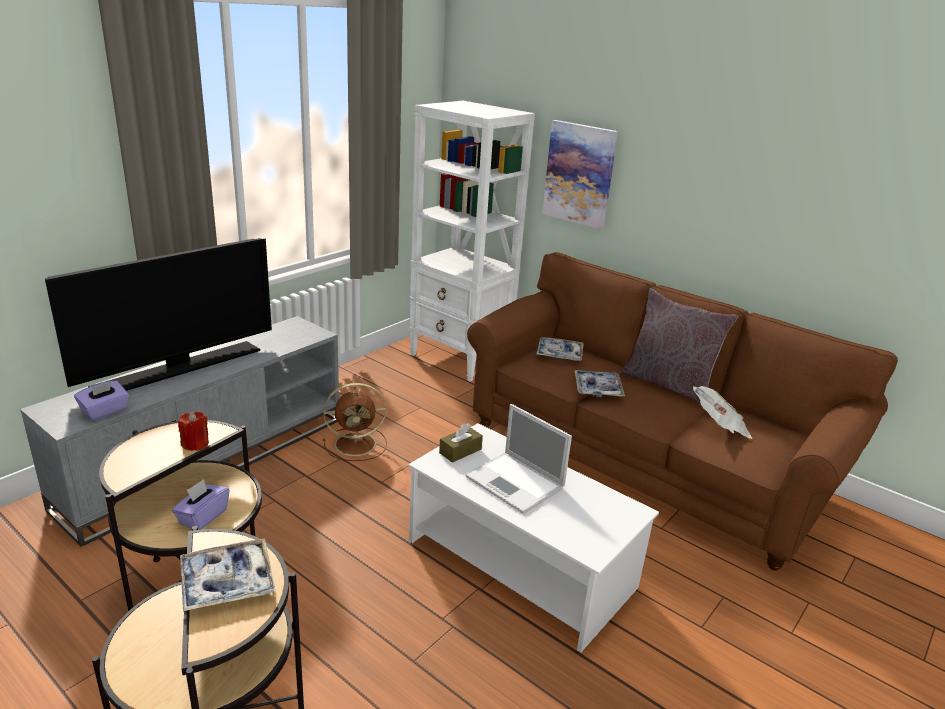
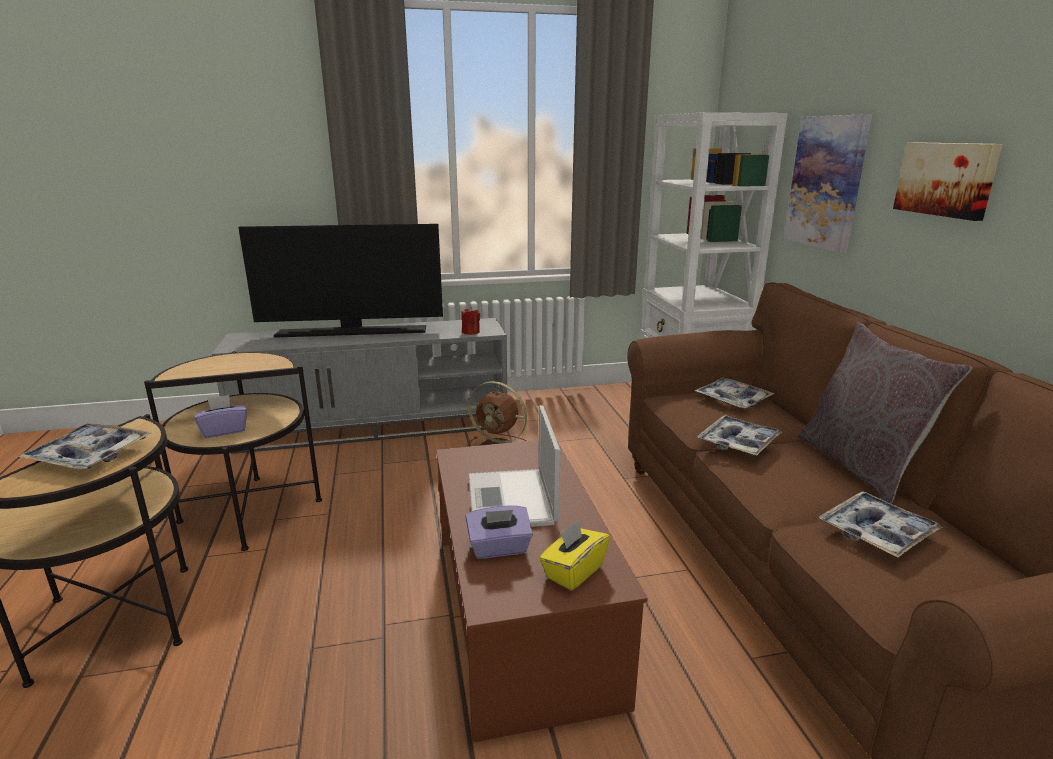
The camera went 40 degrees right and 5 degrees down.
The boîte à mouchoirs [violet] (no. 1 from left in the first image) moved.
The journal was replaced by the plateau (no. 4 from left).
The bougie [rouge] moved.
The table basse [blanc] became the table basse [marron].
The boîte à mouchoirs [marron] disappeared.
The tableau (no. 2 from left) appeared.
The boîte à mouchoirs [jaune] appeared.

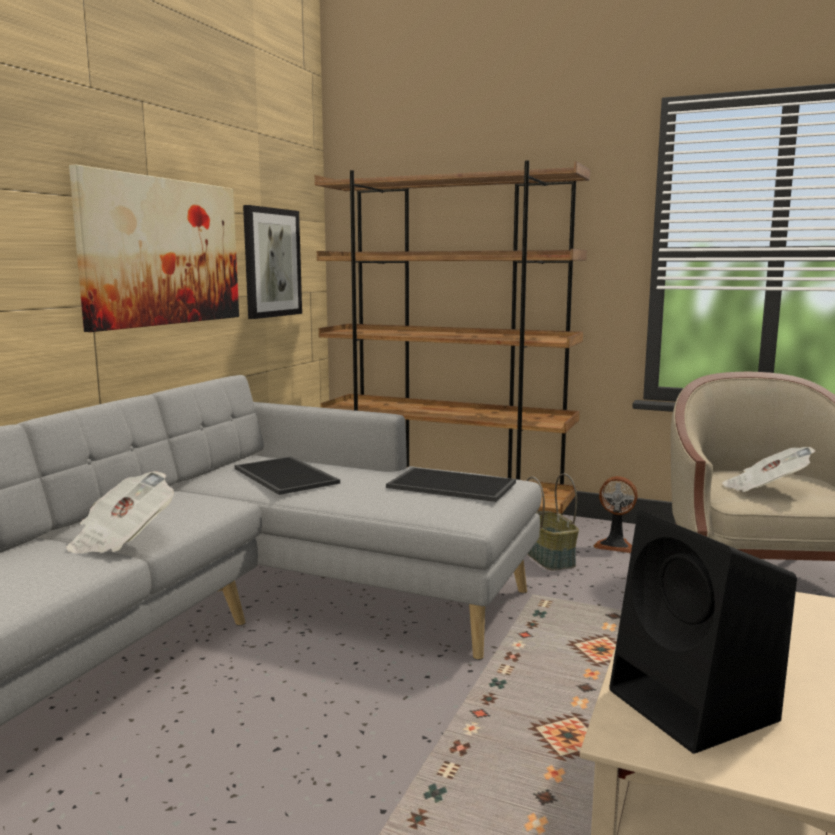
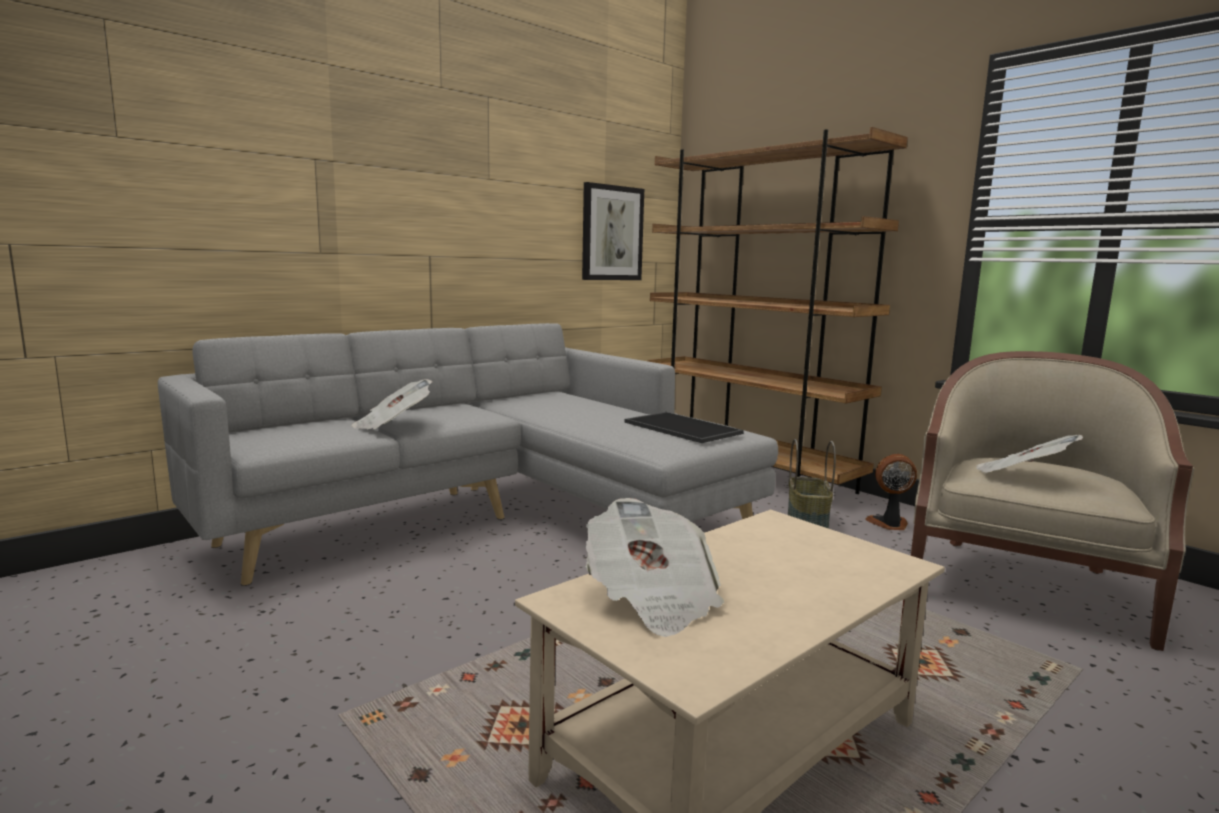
The camera went 25 degrees right and 0 degrees up.
The tableau (no. 1 from left) disappeared.
The plateau (no. 1 from left) disappeared.
The ventilateur turned 135 degrees clockwise.
The enceinte [noir] was replaced by the journal (no. 2 from left).

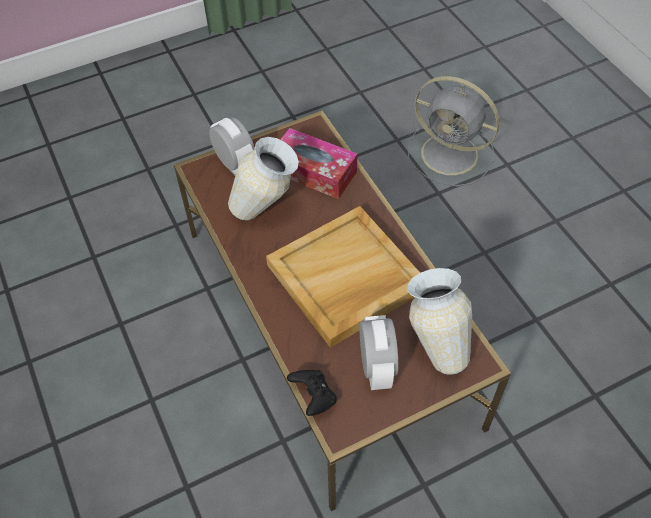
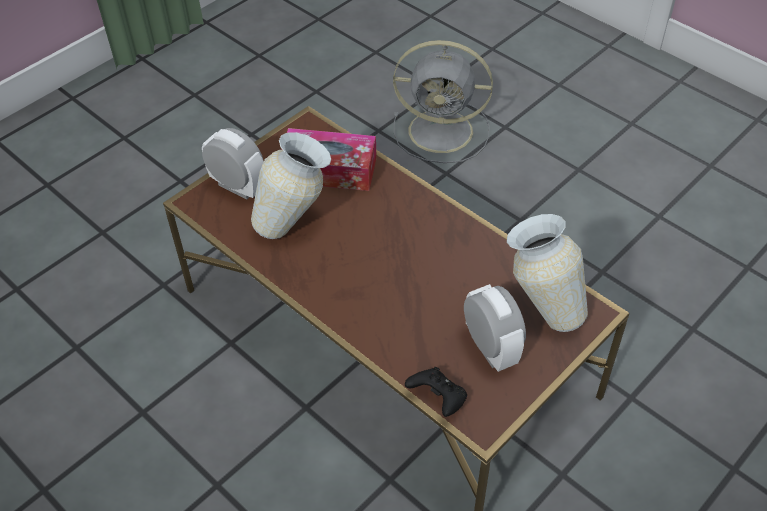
The camera went 20 degrees left and 5 degrees down.
The plateau [beige] disappeared.

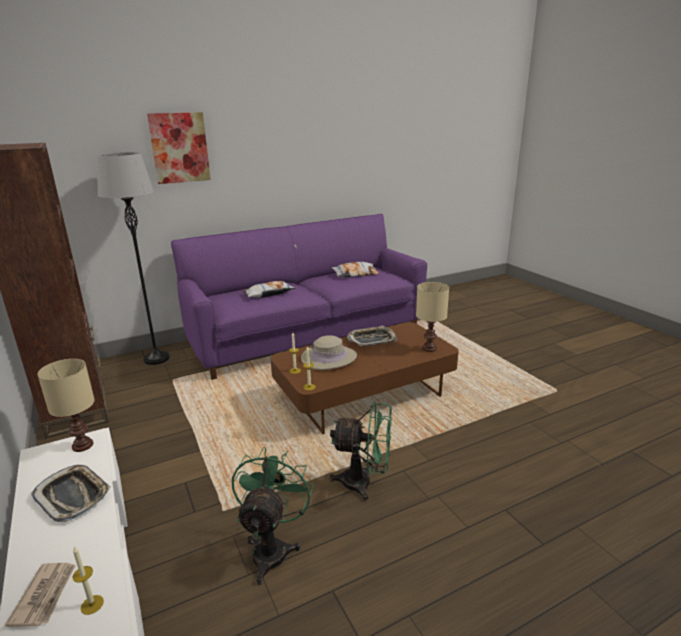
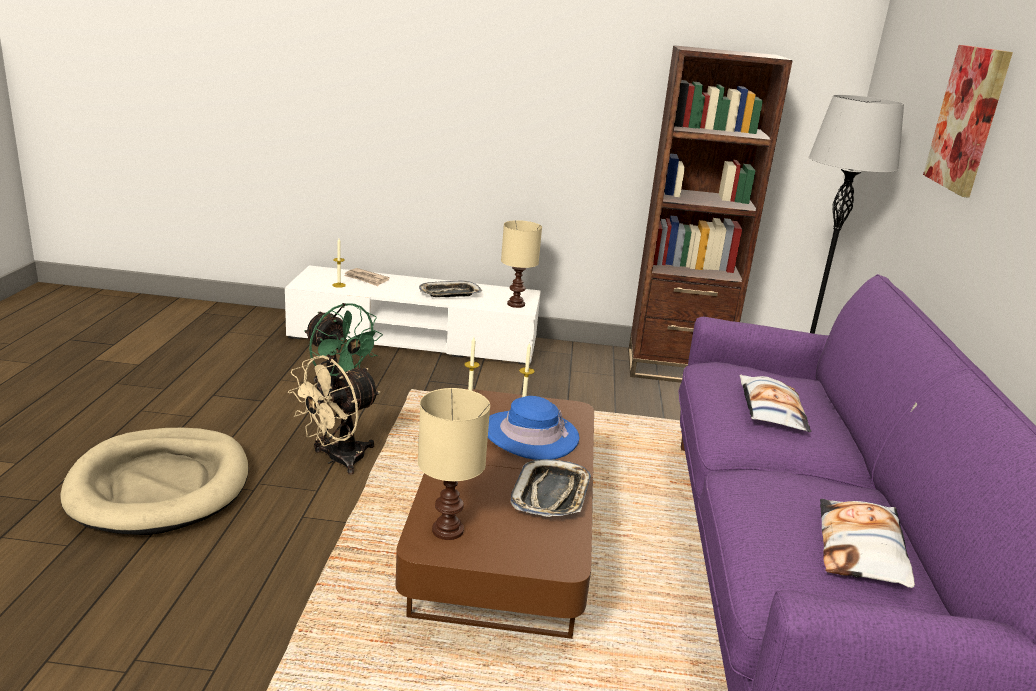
The camera went 120 degrees right and 0 degrees up.
The chapeau [beige] became the chapeau [bleu].
The ventilateur [vert] (no. 2 from left) became the ventilateur [beige].
The panier pour chien [beige] appeared.

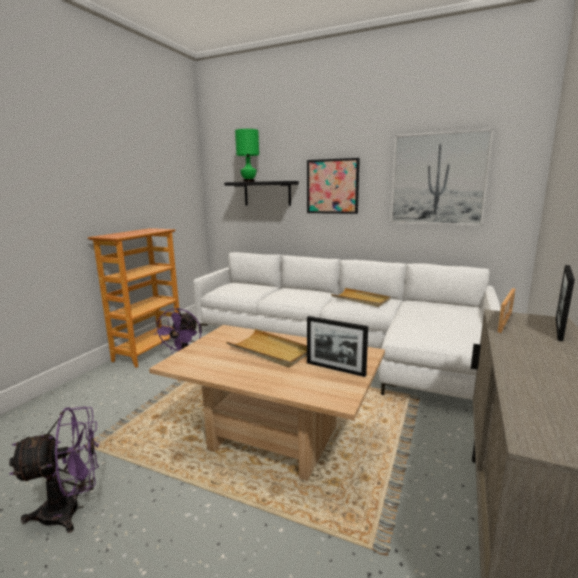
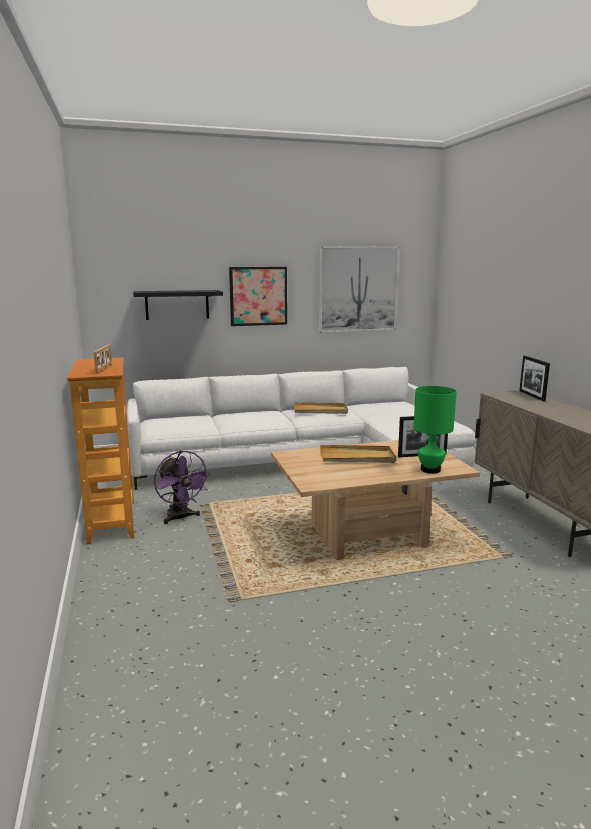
The camera went 40 degrees left and 0 degrees up.
The lampe de table [vert] moved.
The cadre photo (no. 2 from left in the first image) moved.
The ventilateur [violet] (no. 1 from left) disappeared.

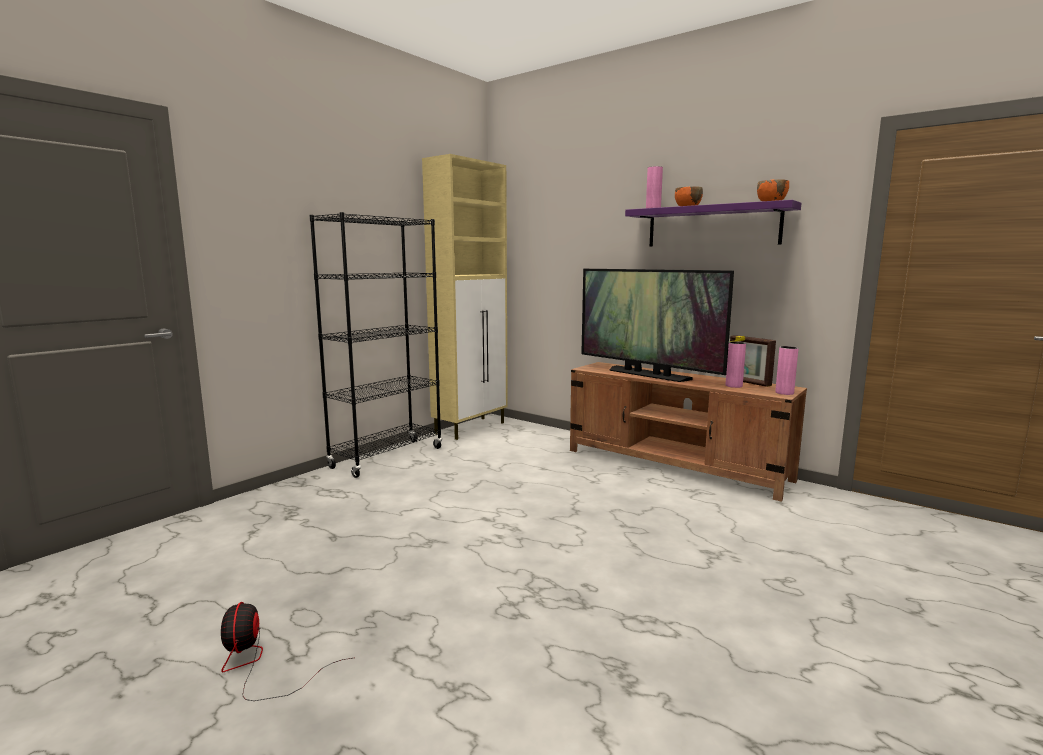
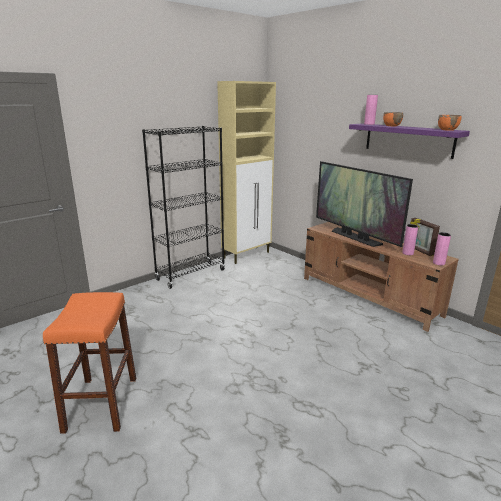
The camera went 10 degrees right and 10 degrees up.
The ventilateur was replaced by the tabouret [orange].

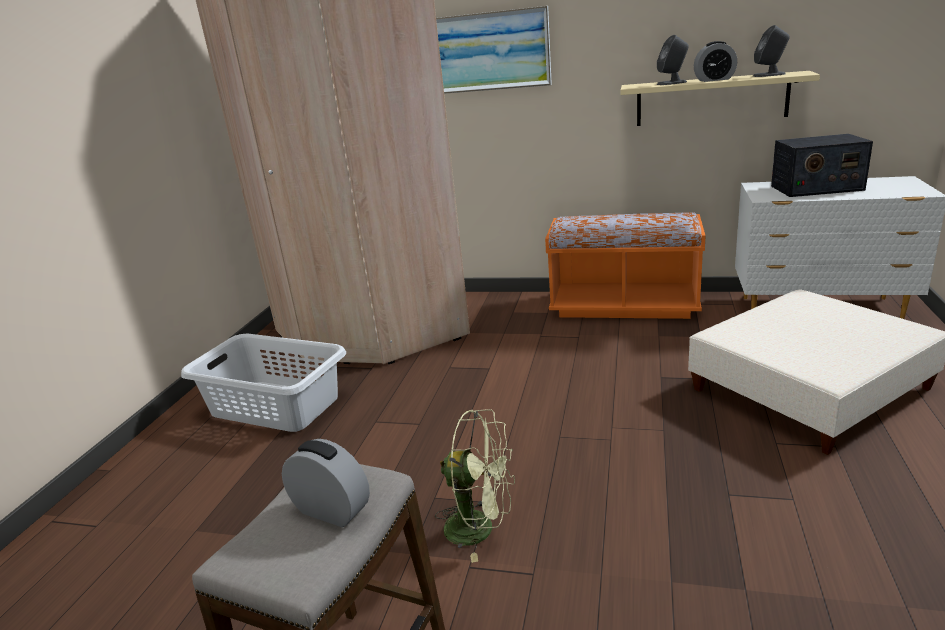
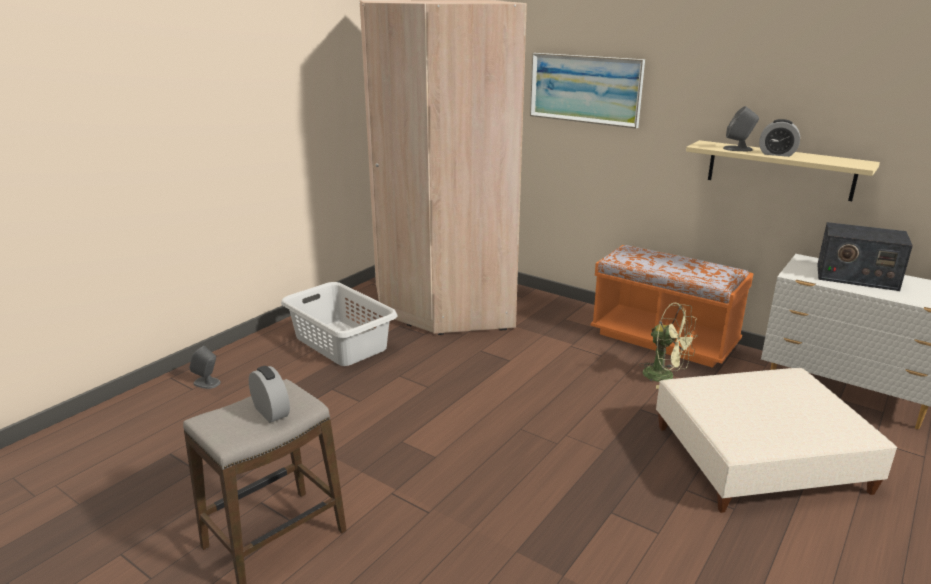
The camera went 20 degrees right and 0 degrees up.
The enceinte [gris] (no. 2 from left in the first image) moved.
The ventilateur [vert] moved.

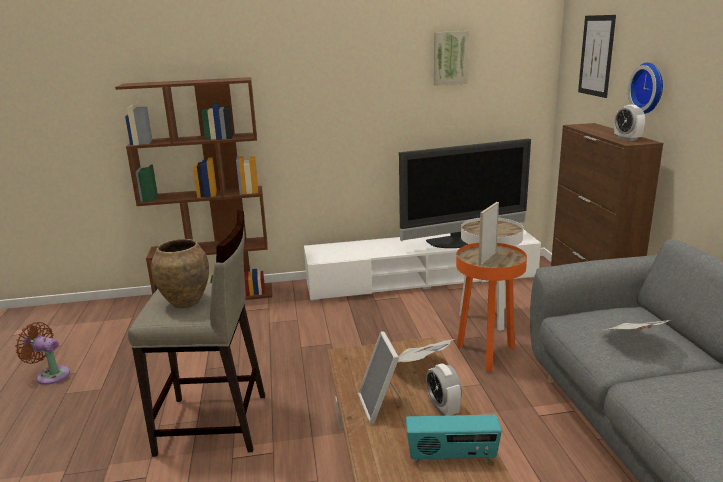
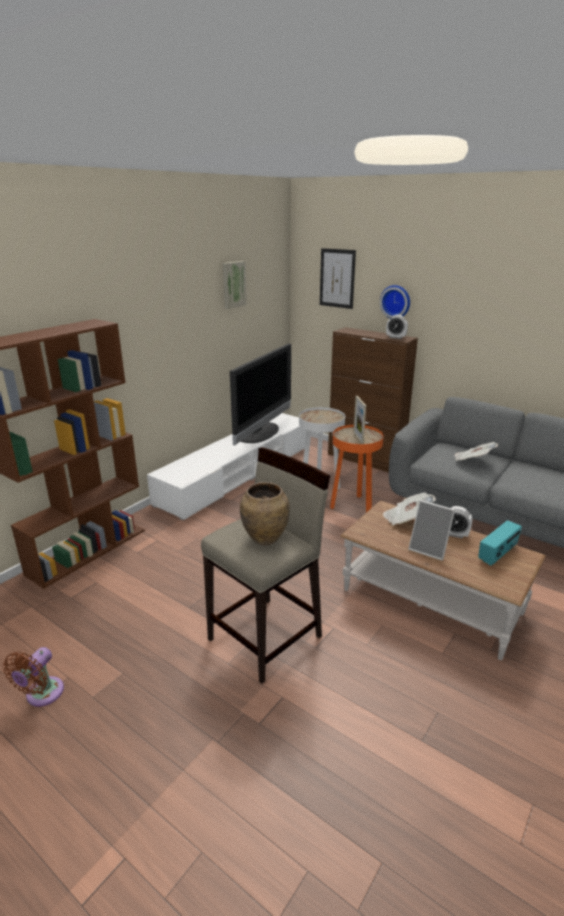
The camera went 45 degrees left and 5 degrees up.
The ventilateur [marron] turned 45 degrees counterclockwise.

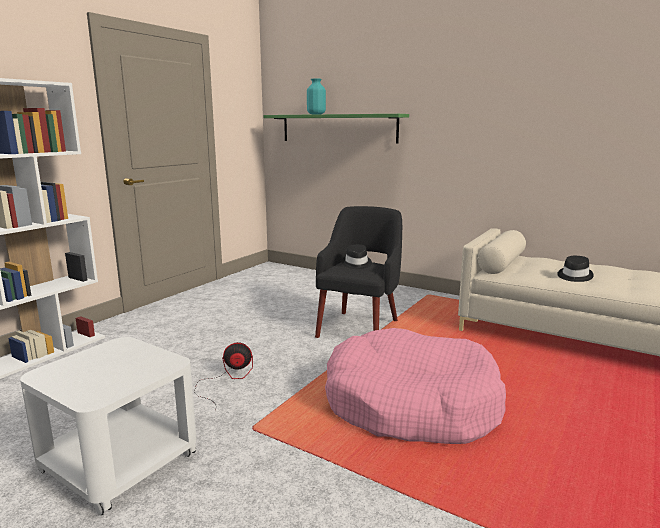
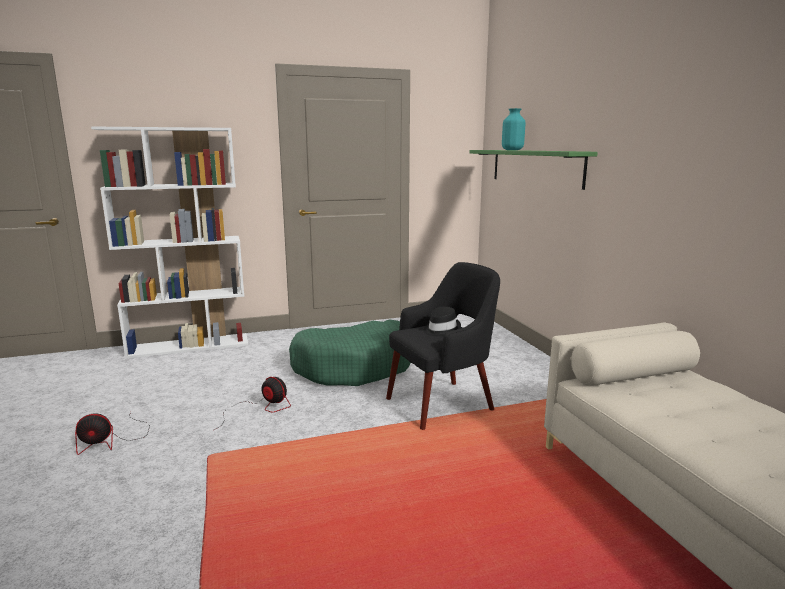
The camera went 40 degrees right and 0 degrees up.
The chapeau [noir] (no. 2 from left) disappeared.
The panier pour chien [rose] disappeared.
The table d'appoint [blanc] was replaced by the ventilateur (no. 1 from left).
The panier pour chien [vert] appeared.

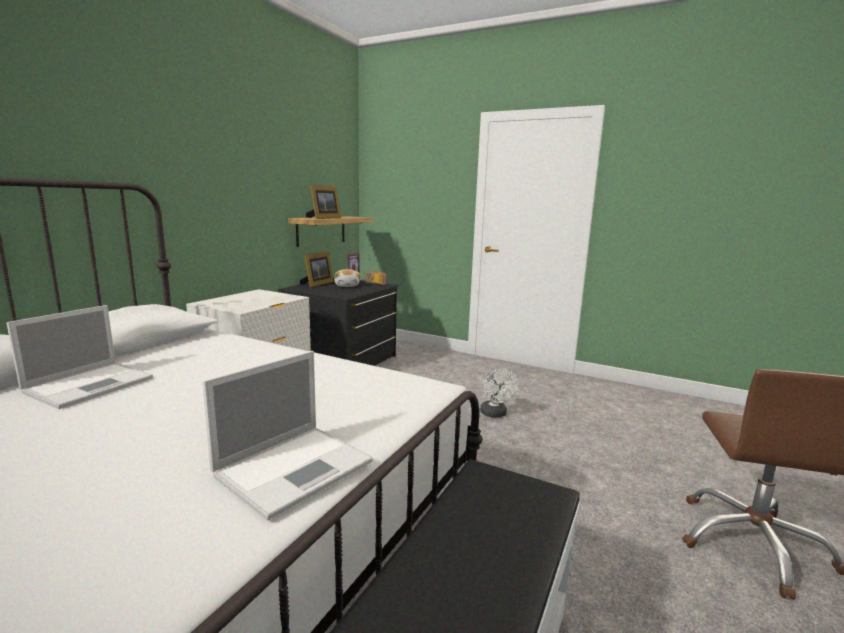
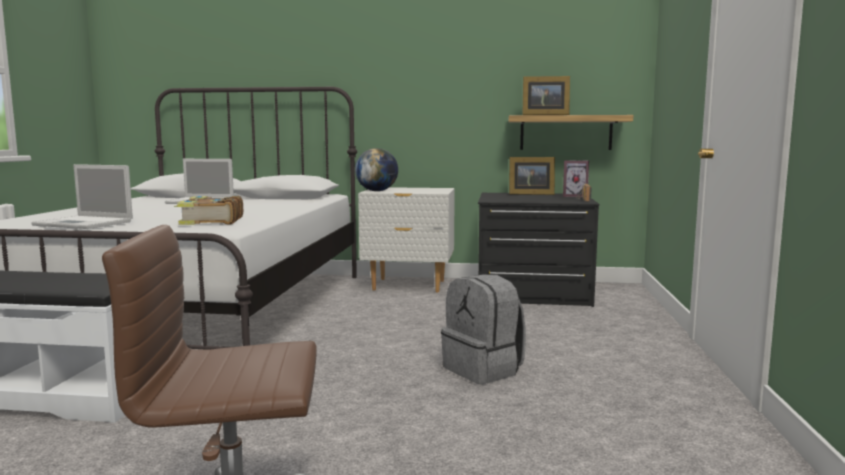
The camera went 70 degrees right and 5 degrees down.
The peluche disappeared.
The ventilateur [blanc] was replaced by the sac à dos [gris].
The globe appeared.
The livre appeared.

